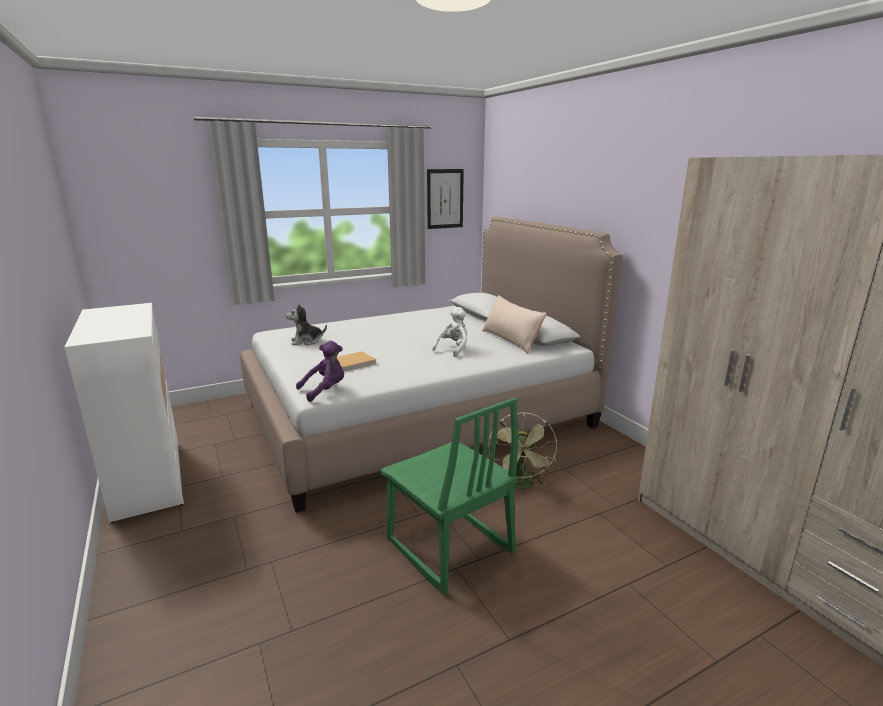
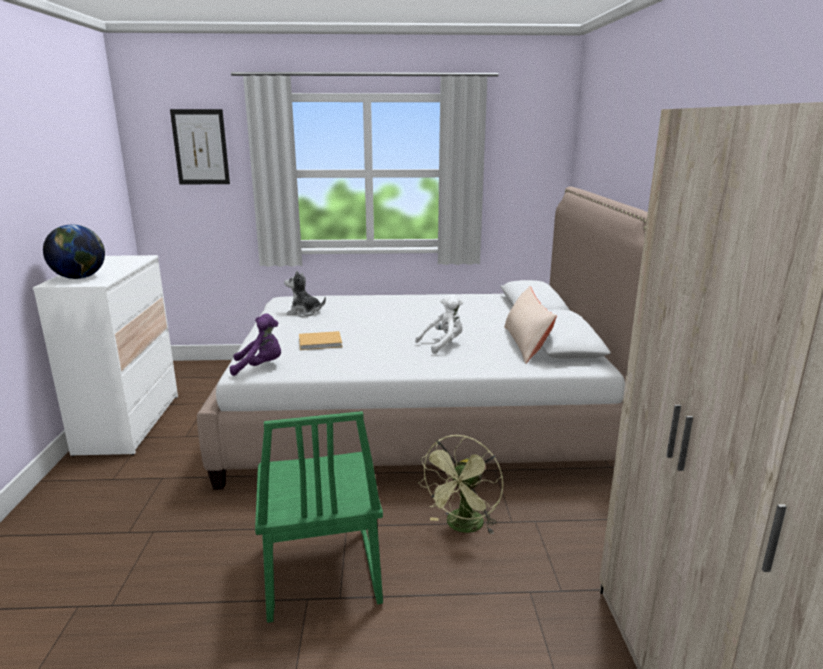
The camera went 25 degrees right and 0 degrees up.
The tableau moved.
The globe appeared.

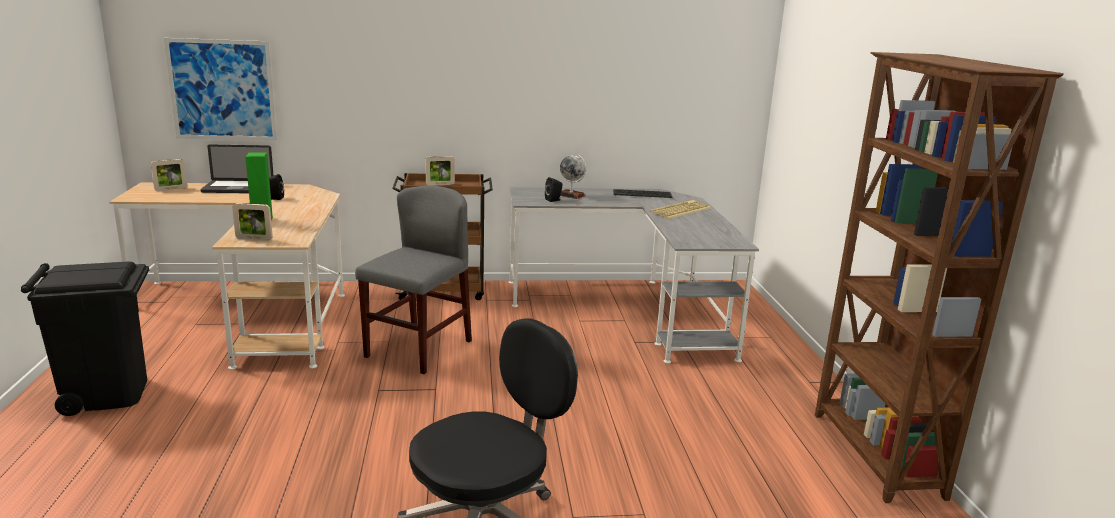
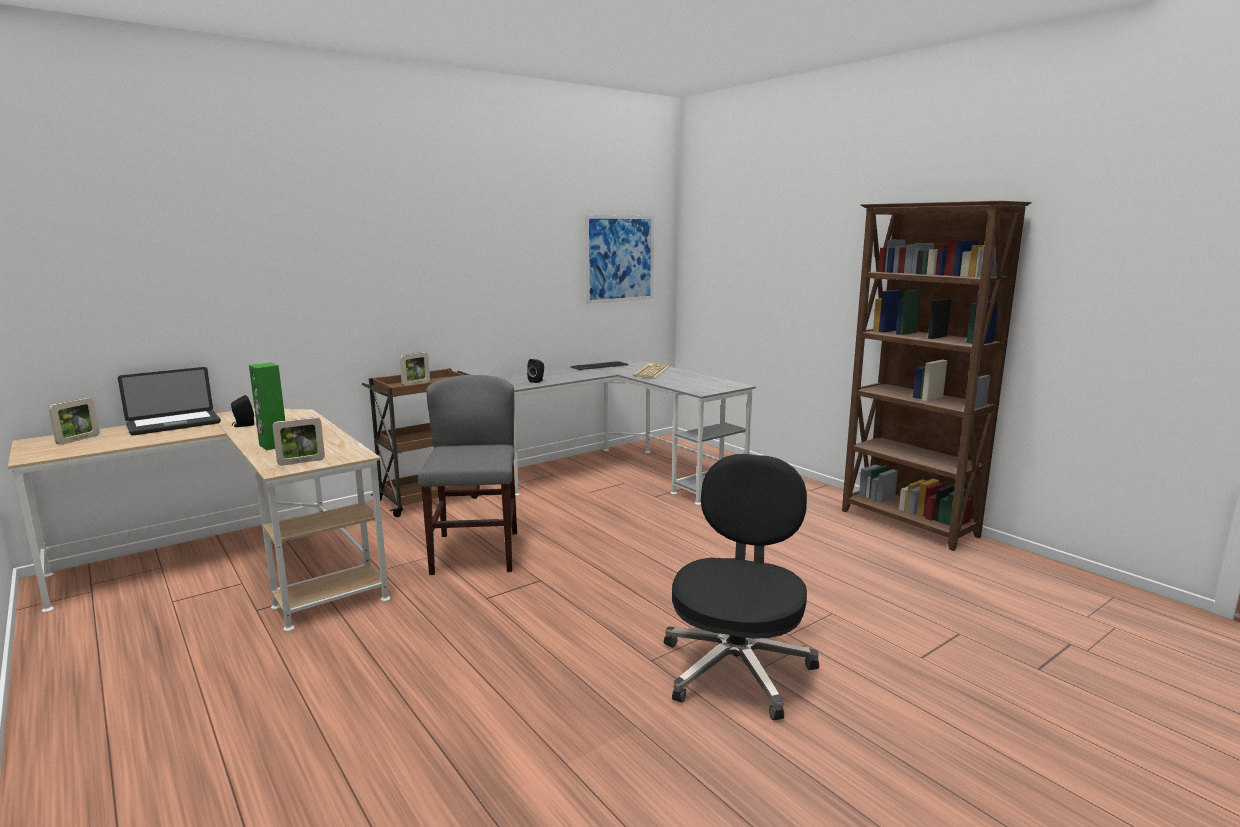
The camera went 30 degrees left and 5 degrees down.
The tableau moved.
The globe disappeared.
The poubelle [noir] disappeared.

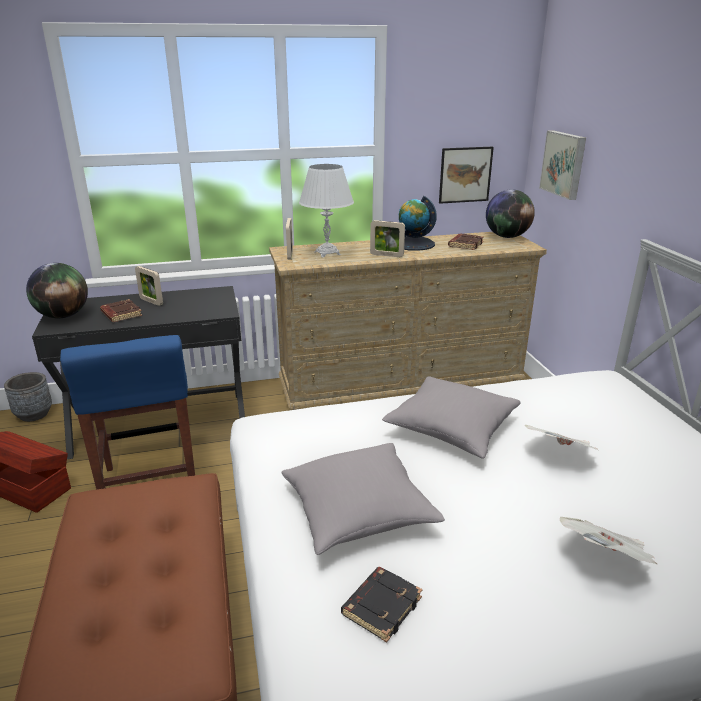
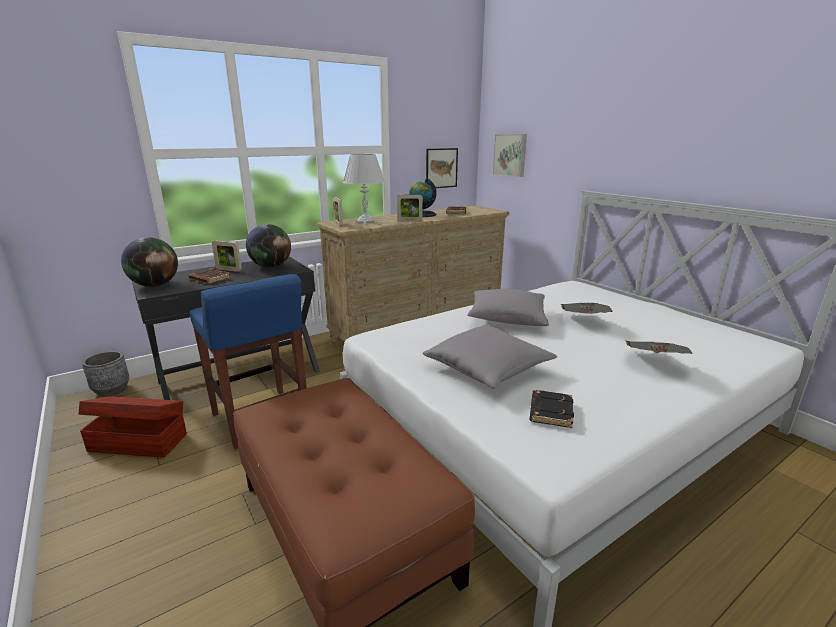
The camera went 20 degrees left and 5 degrees down.
The globe (no. 3 from left in the first image) moved.

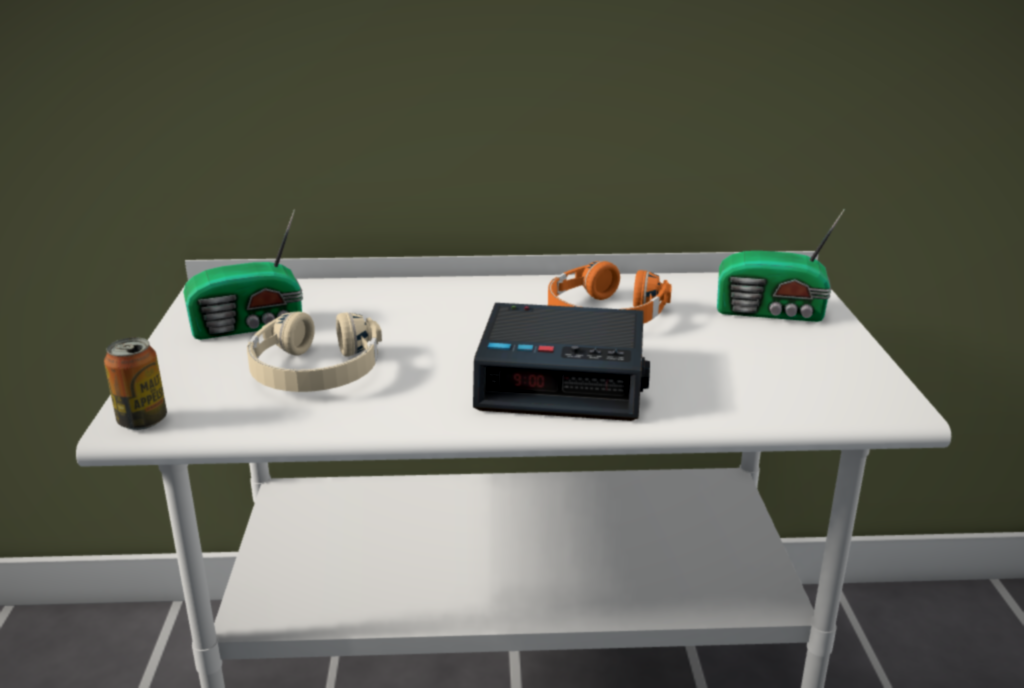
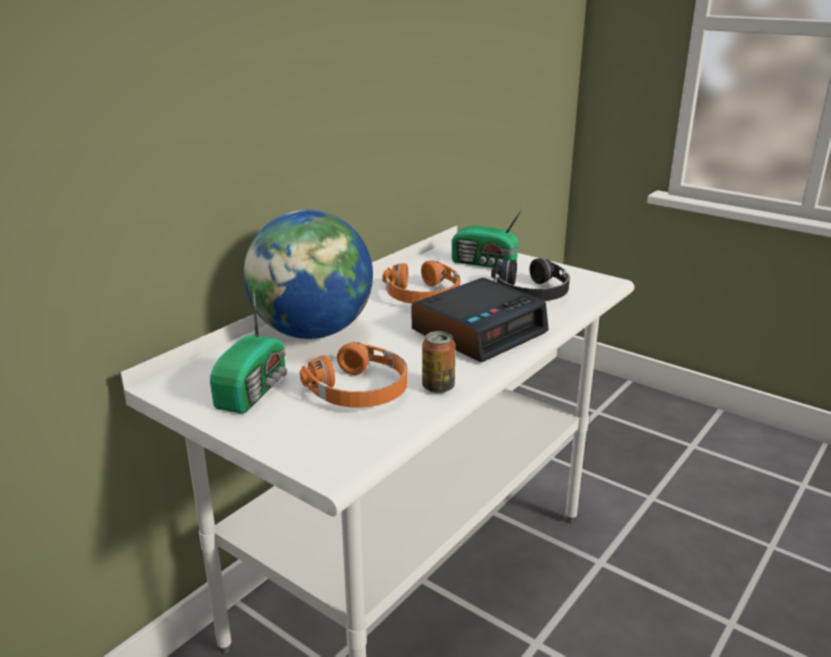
The camera went 50 degrees left and 0 degrees up.
The radio (no. 2 from left) turned 60 degrees clockwise.
The casque audio [beige] became the casque audio [orange] (no. 1 from left).
The boîte métallique moved.
The globe appeared.
The casque audio [noir] appeared.

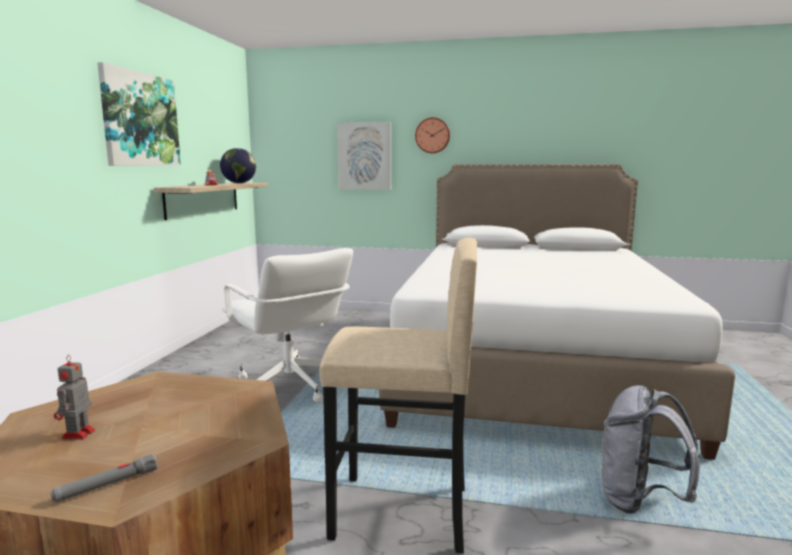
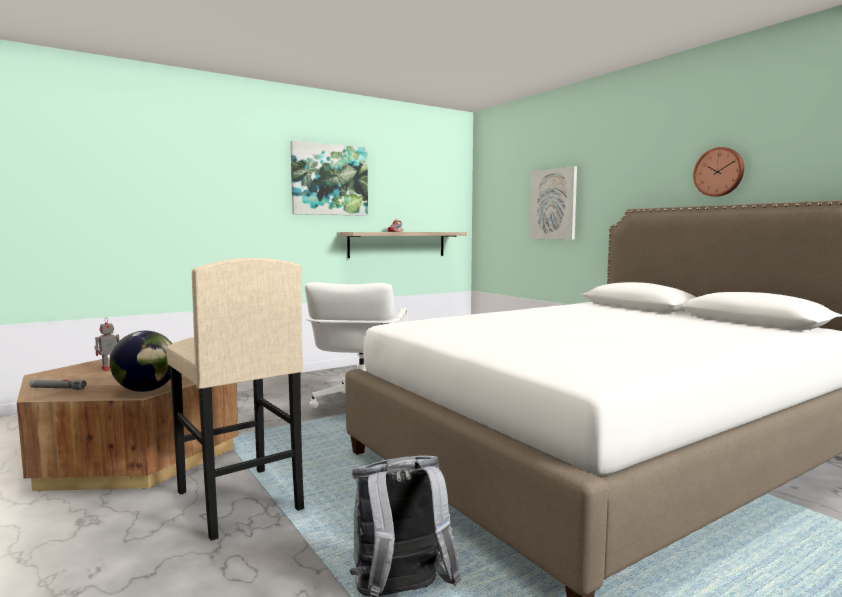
The camera went 45 degrees right and 5 degrees down.
The horloge murale moved.
The globe moved.

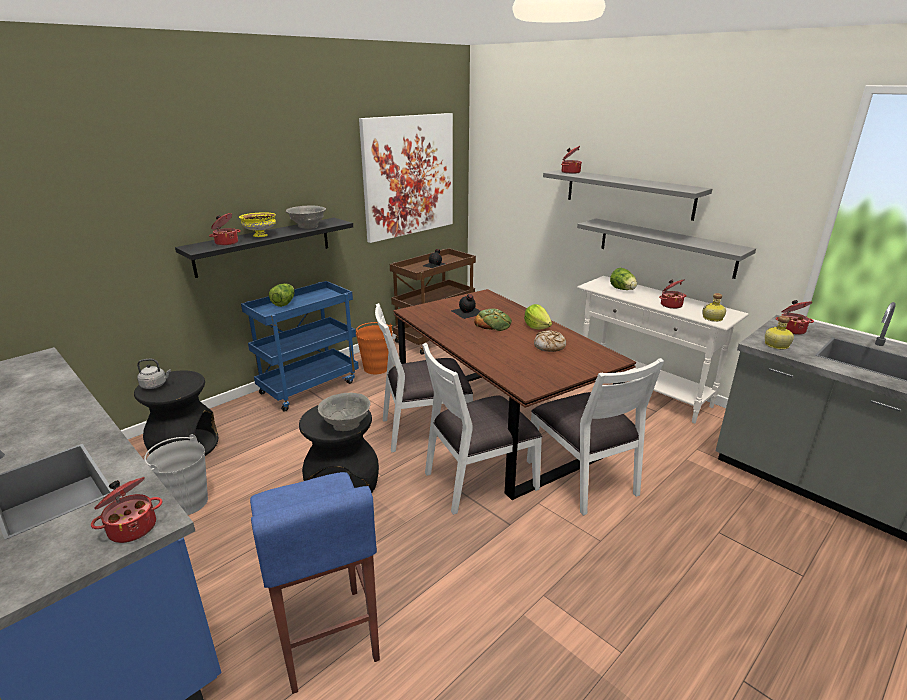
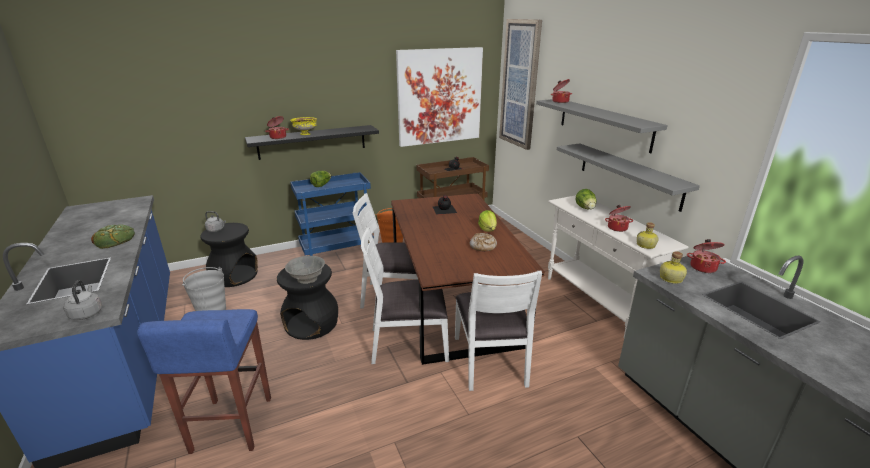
The camera went 20 degrees right and 0 degrees up.
The bol [gris] (no. 1 from left) disappeared.
The pain (no. 1 from left) moved.
The marmite (no. 1 from left) was replaced by the bouilloire [gris] (no. 1 from left).
The tableau (no. 2 from left) appeared.

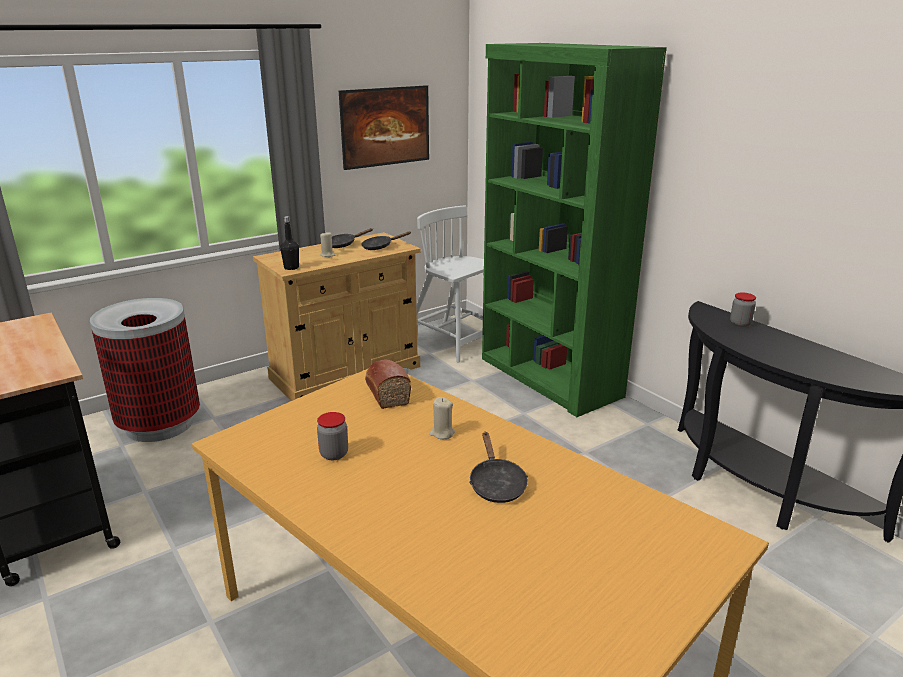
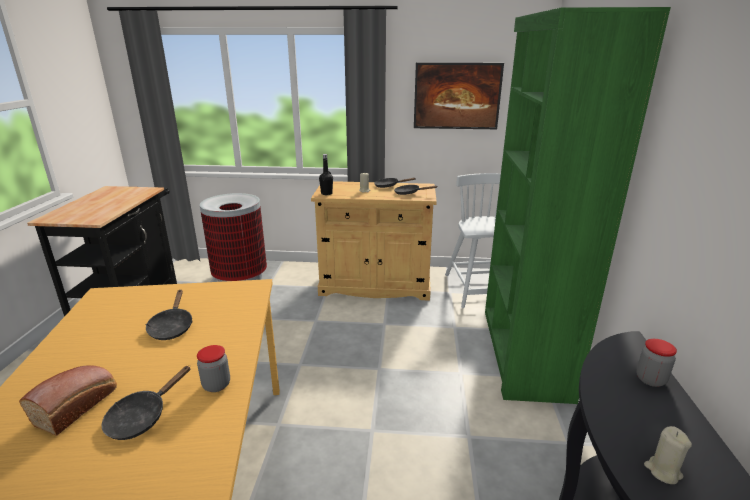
The camera went 40 degrees right and 0 degrees up.
The pain moved.
The bougie [beige] (no. 2 from left) moved.
The bocal (no. 1 from left) moved.
The poêle [noir] (no. 2 from left) appeared.

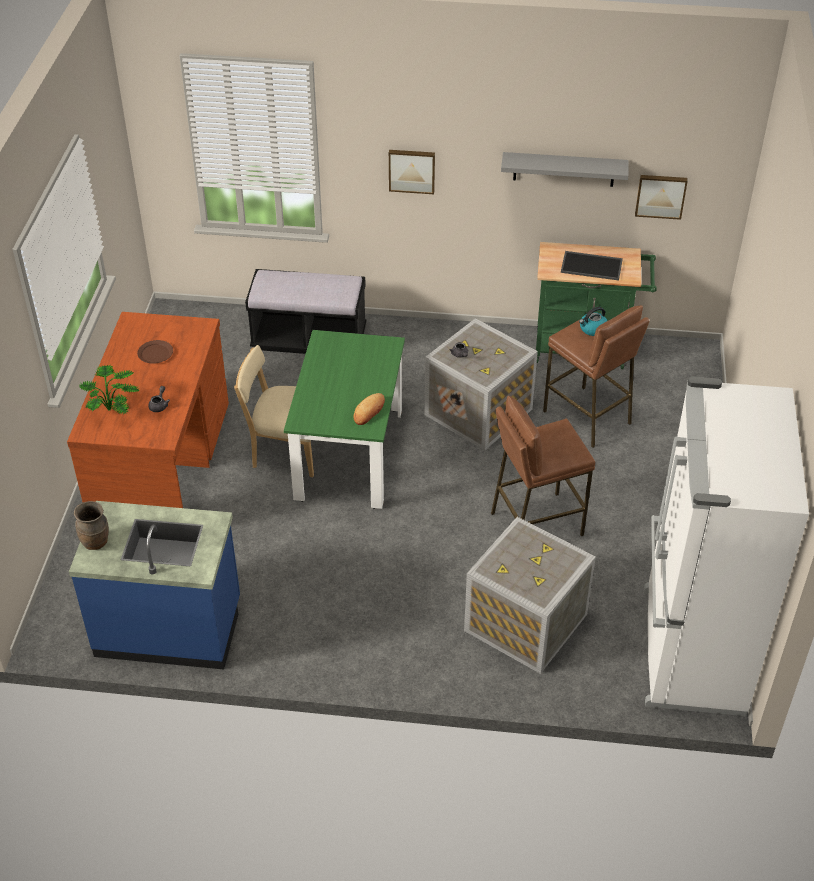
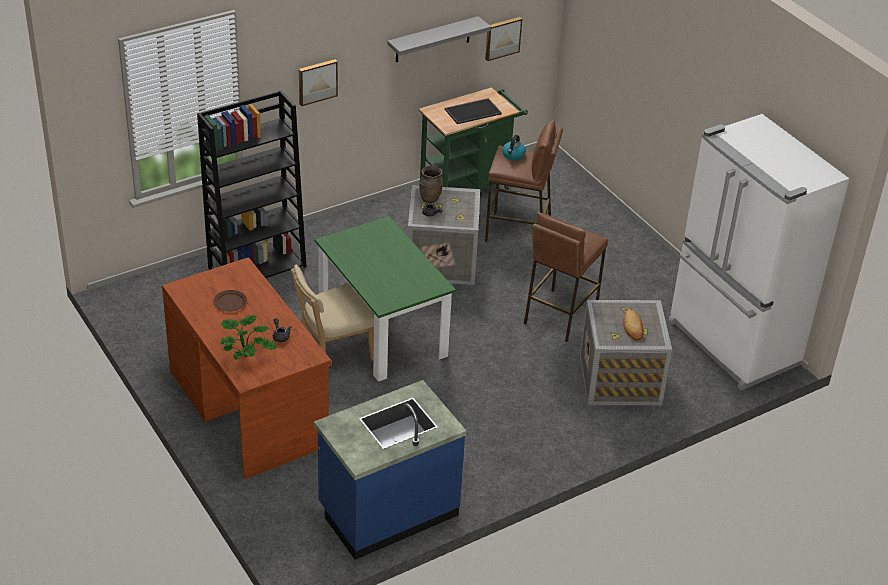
The camera went 40 degrees left and 5 degrees down.
The banc [noir] was replaced by the bibliothèque [noir].
The pain moved.
The vase [marron] moved.

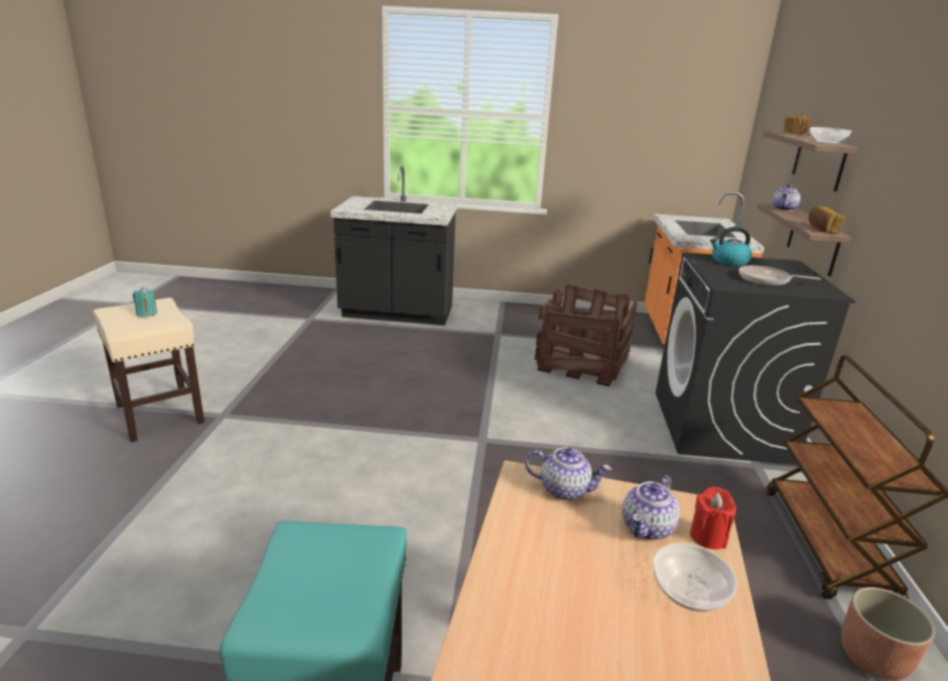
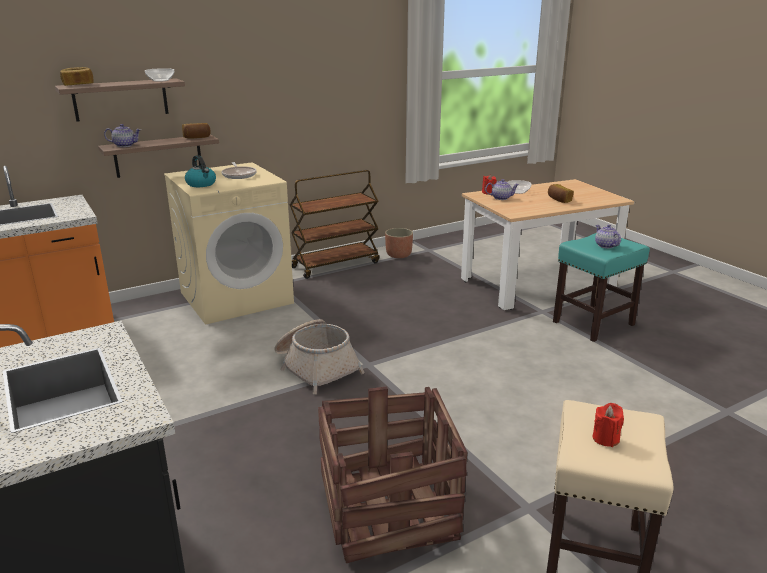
The camera went 125 degrees left and 0 degrees up.
The lave-linge [noir] became the lave-linge [beige].
The caisse moved.
The bougie [turquoise] became the bougie [rouge] (no. 2 from left).
The théière (no. 1 from left in the first image) moved.
The pain (no. 3 from left) appeared.
The panier appeared.

